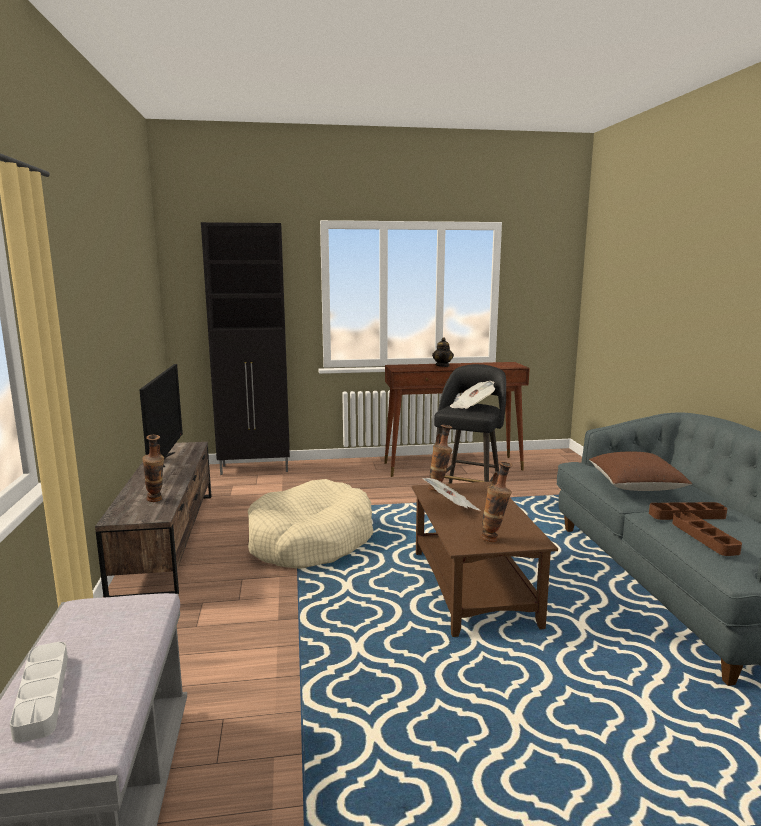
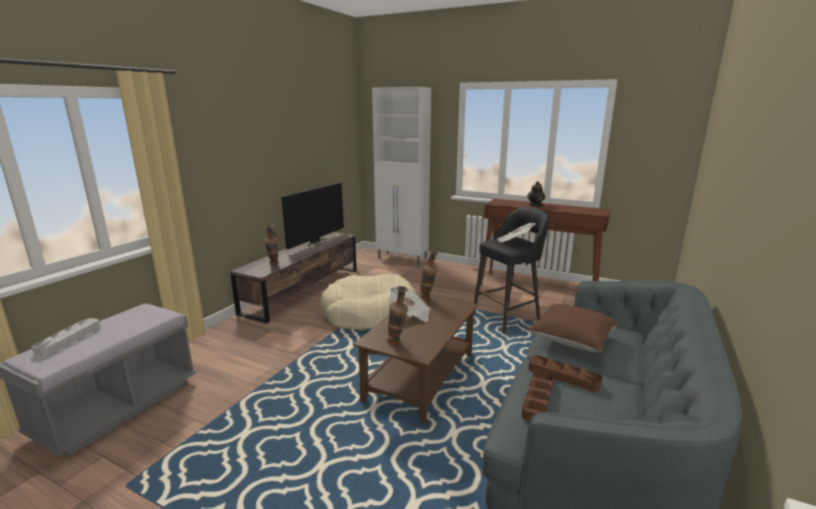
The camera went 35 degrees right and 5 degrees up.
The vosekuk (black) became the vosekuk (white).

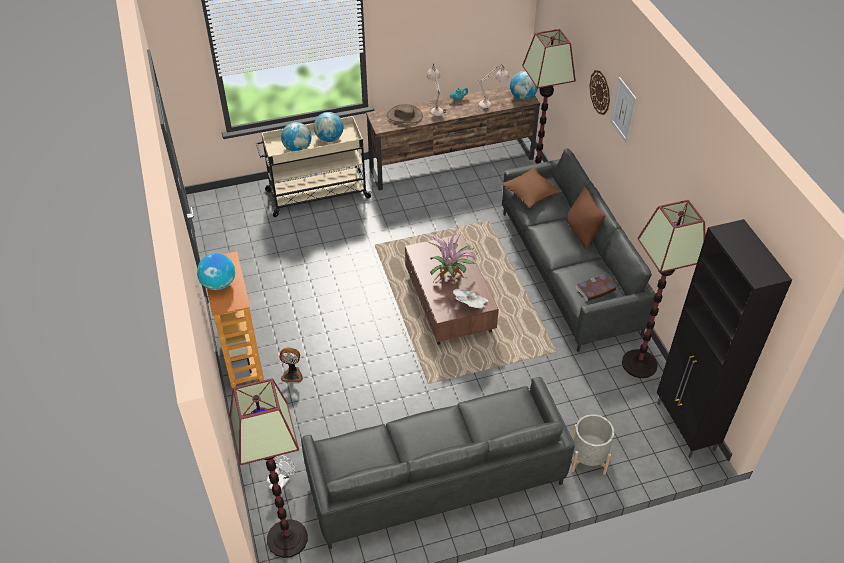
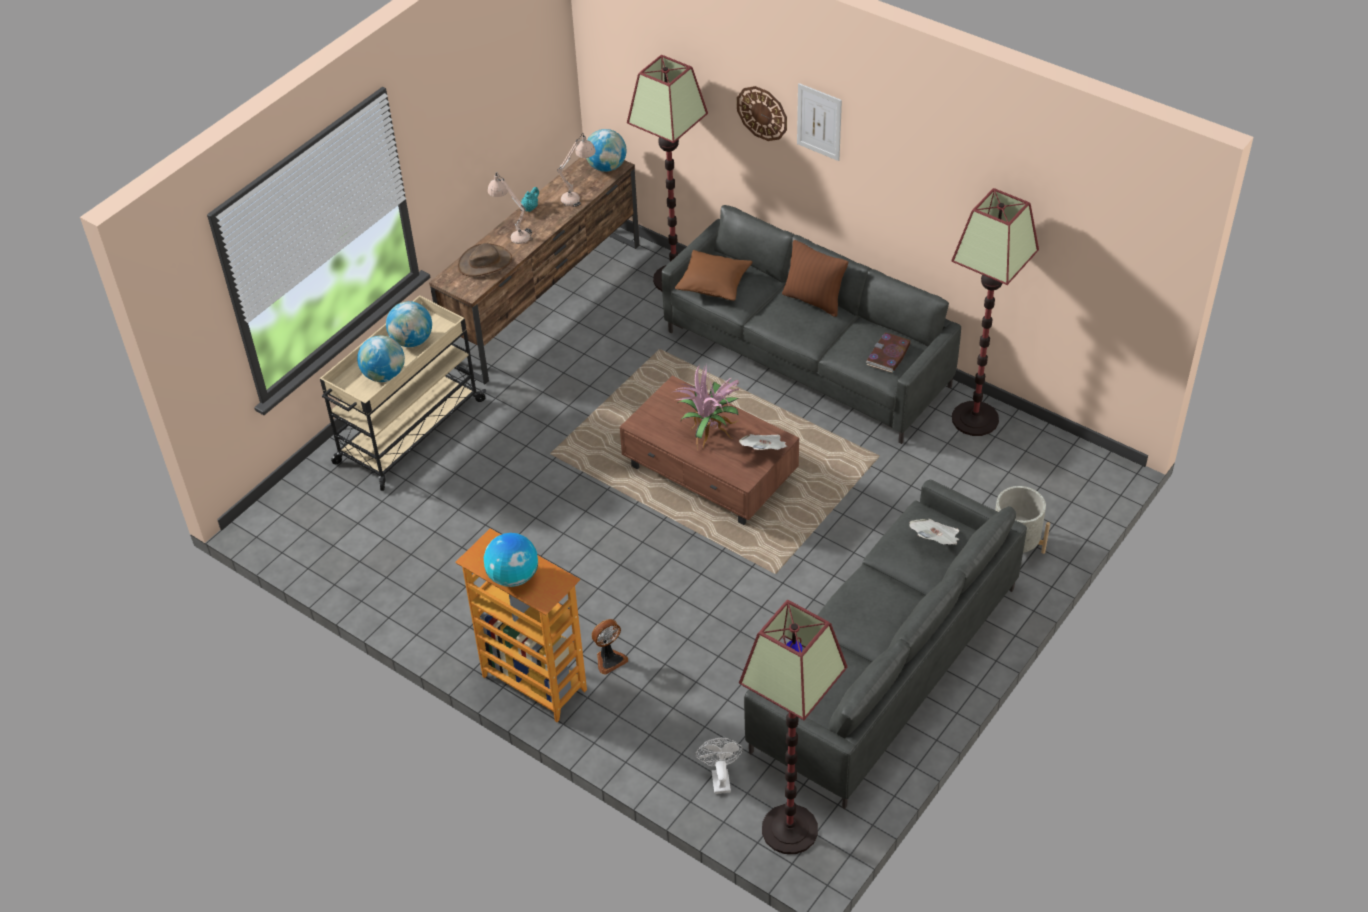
The camera went 35 degrees left and 0 degrees up.
The vosekuk (black) disappeared.
The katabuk (2nd from left) appeared.

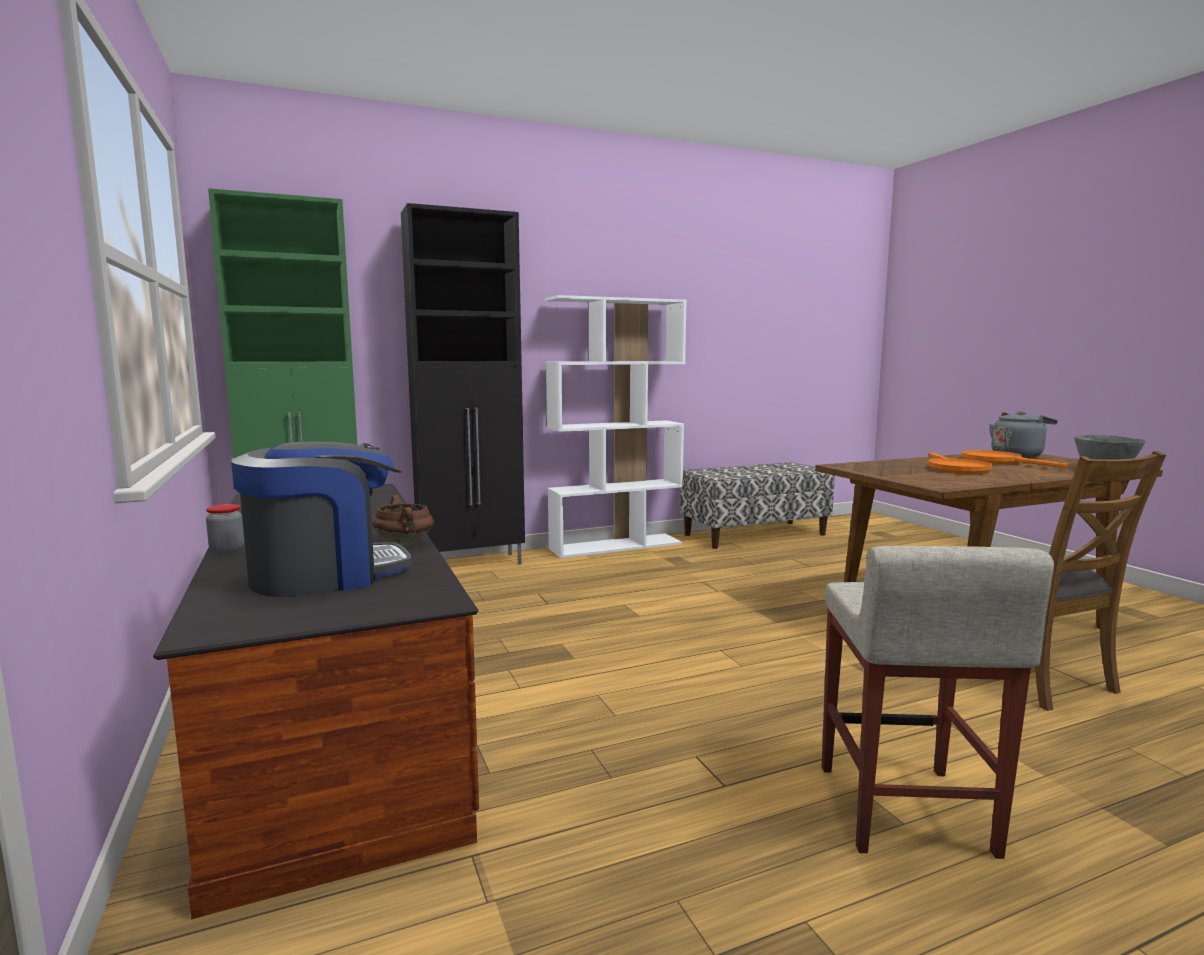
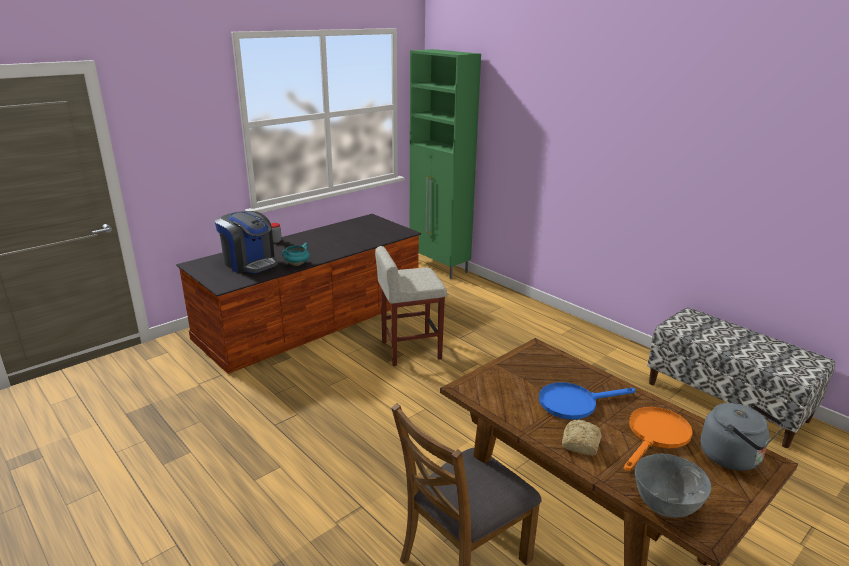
The camera went 70 degrees right and 15 degrees up.
The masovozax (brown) became the masovozax (turquoise).
The vosekuk (black) disappeared.
The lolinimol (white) disappeared.
The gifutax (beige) moved.
The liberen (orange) (1st from left) became the liberen (blue).
The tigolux appeared.

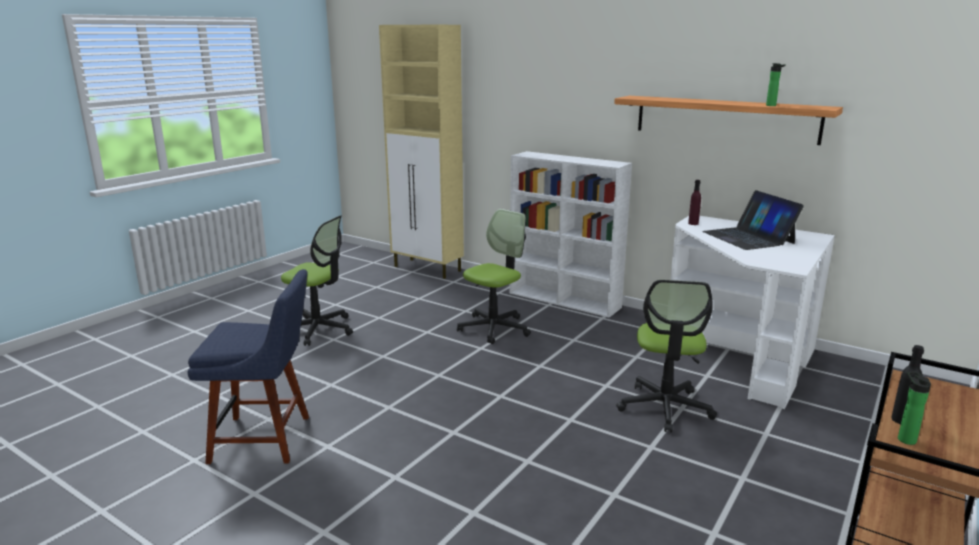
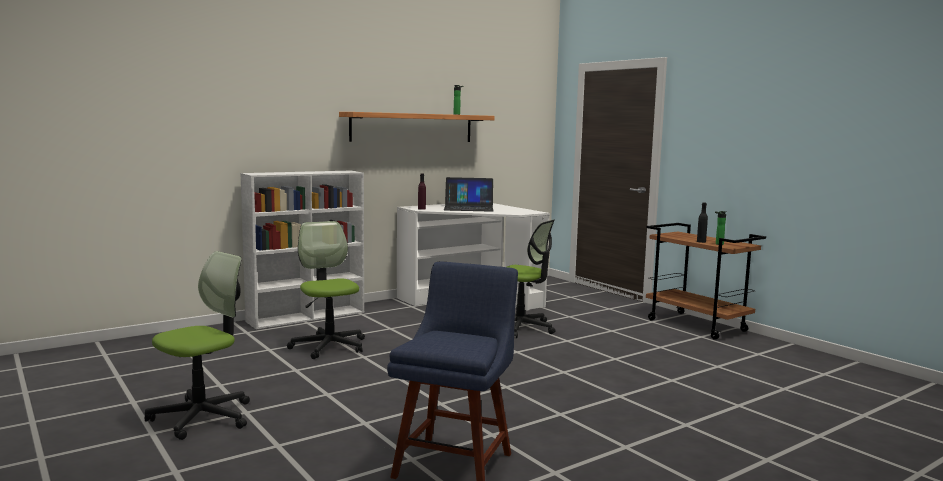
The camera went 70 degrees left and 10 degrees down.
The vosekuk (beige) disappeared.

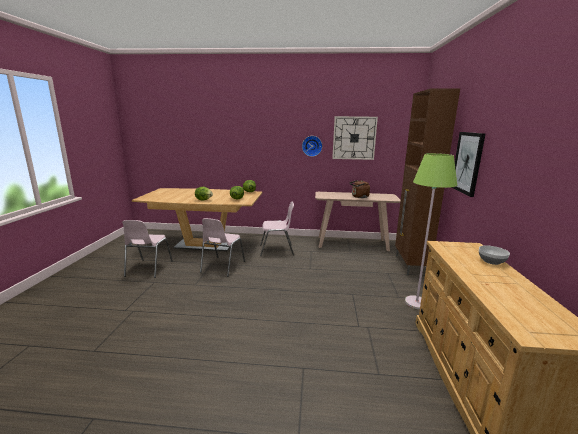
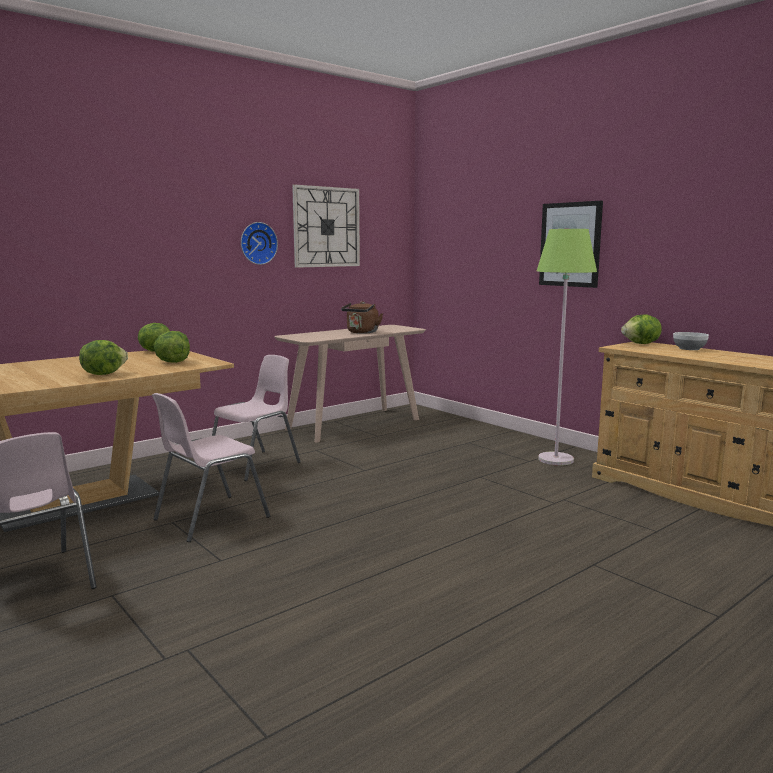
The camera went 45 degrees left and 5 degrees down.
The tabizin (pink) (2nd from left) turned 75 degrees clockwise.
The vosekuk (brown) disappeared.
The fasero (4th from left) appeared.

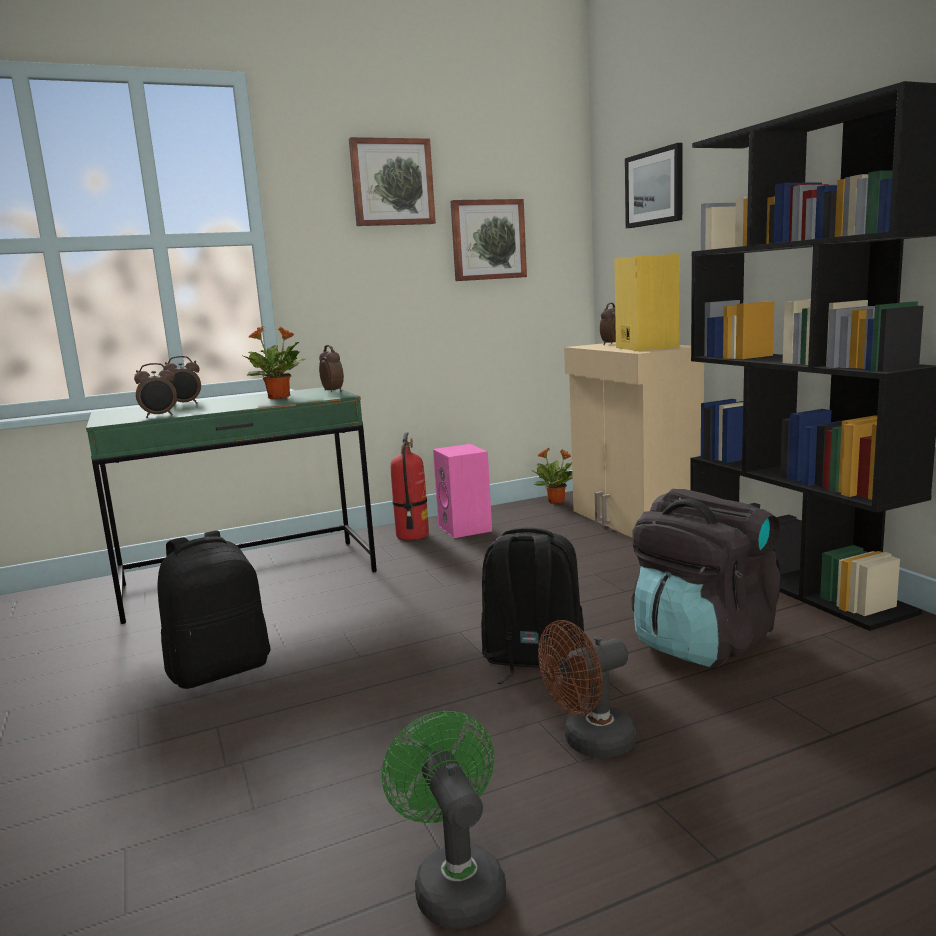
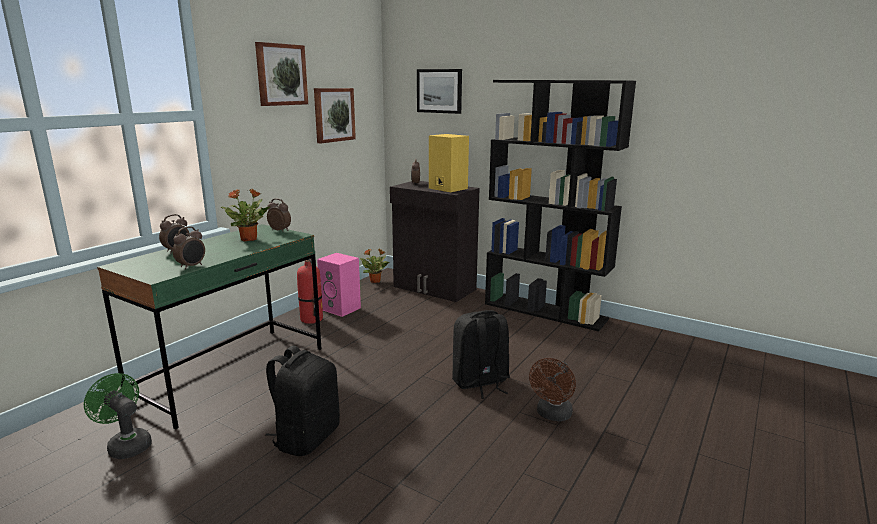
The camera went 35 degrees left and 5 degrees up.
The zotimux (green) moved.
The vosekuk (beige) became the vosekuk (black).
The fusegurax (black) (3rd from left) disappeared.

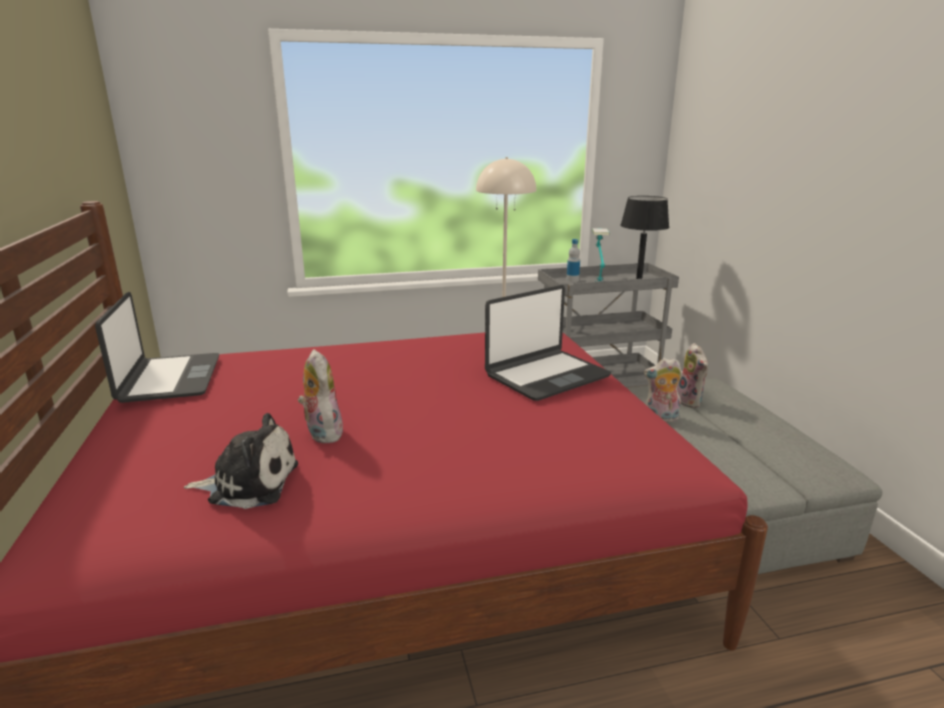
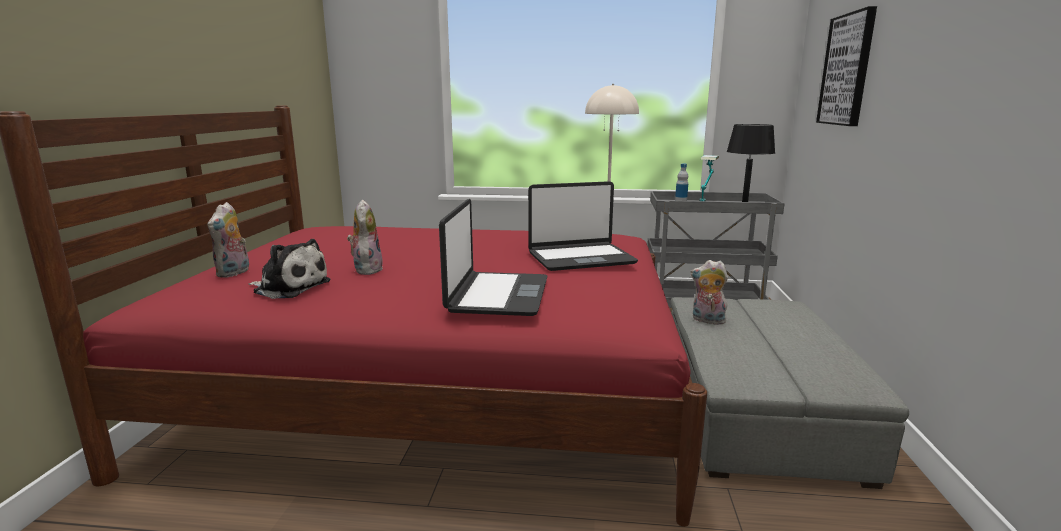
The camera went 20 degrees right and 5 degrees down.
The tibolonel (1st from left) moved.
The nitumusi (4th from left in the first image) moved.
The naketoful appeared.

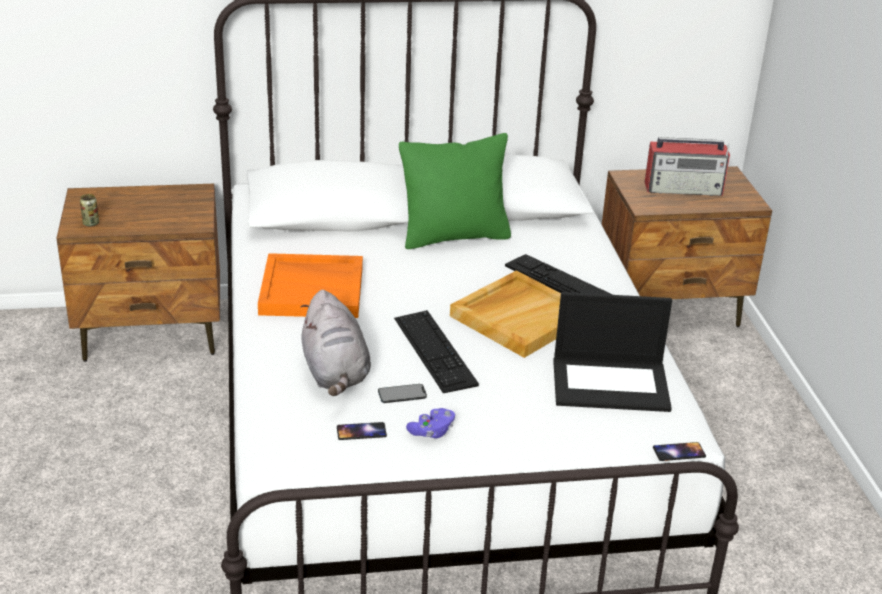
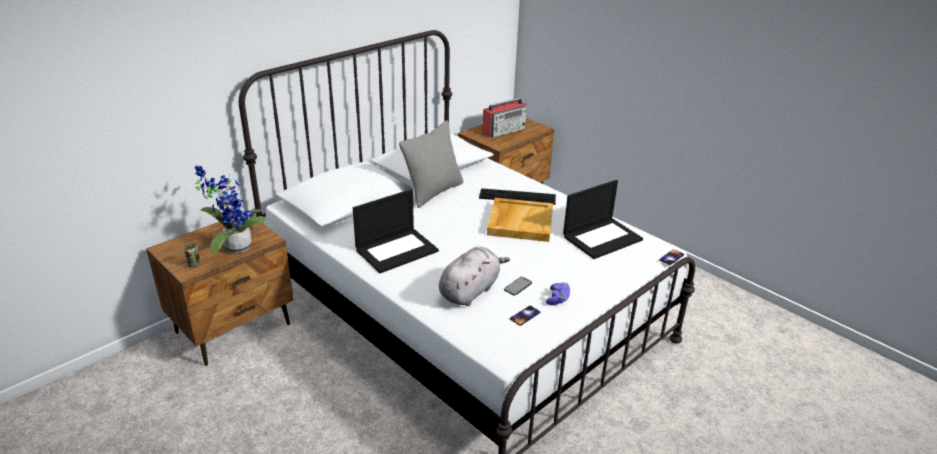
The camera went 35 degrees left and 0 degrees up.
The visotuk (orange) was replaced by the tibolonel (1st from left).
The nitumusi (grey) turned 90 degrees counterclockwise.
The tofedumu (1st from left) disappeared.
The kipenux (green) became the kipenux (grey).
The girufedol appeared.

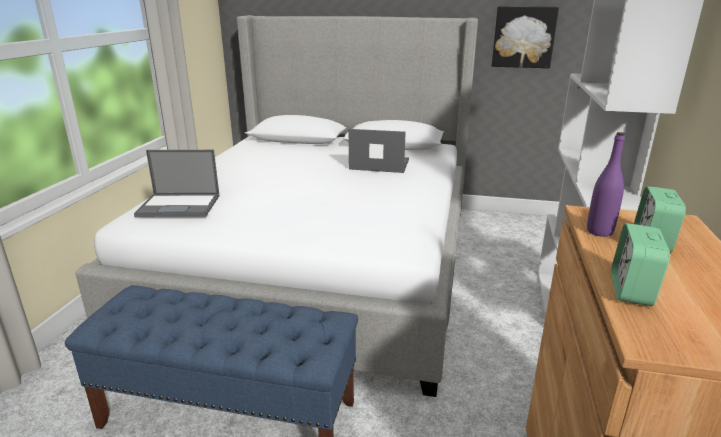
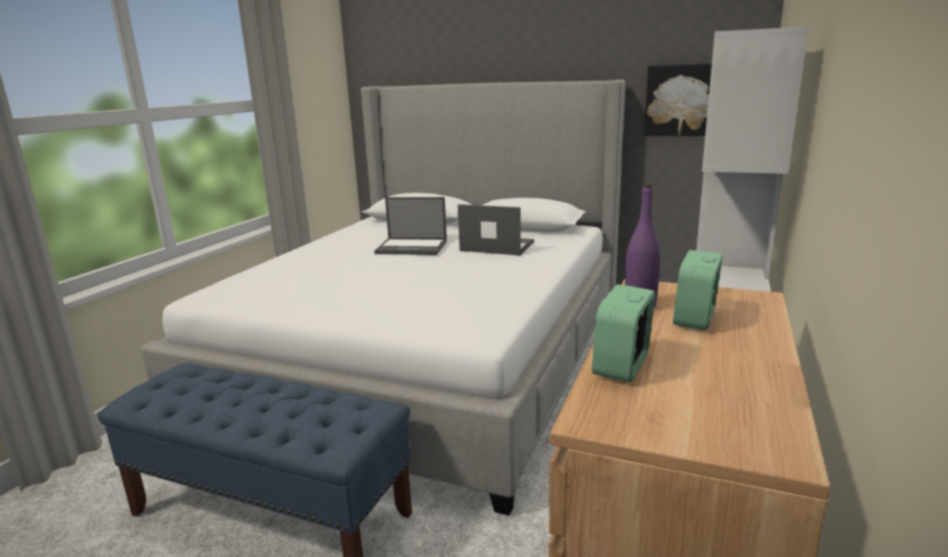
The camera went 10 degrees right and 5 degrees down.
The tibolonel (1st from left) moved.

